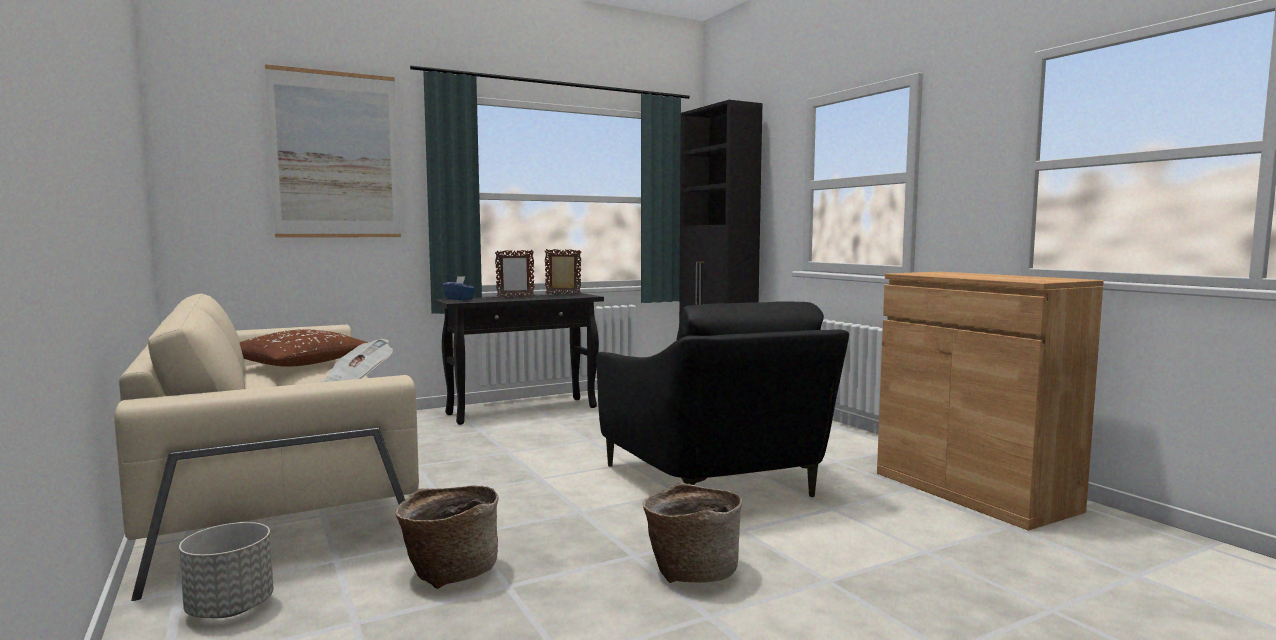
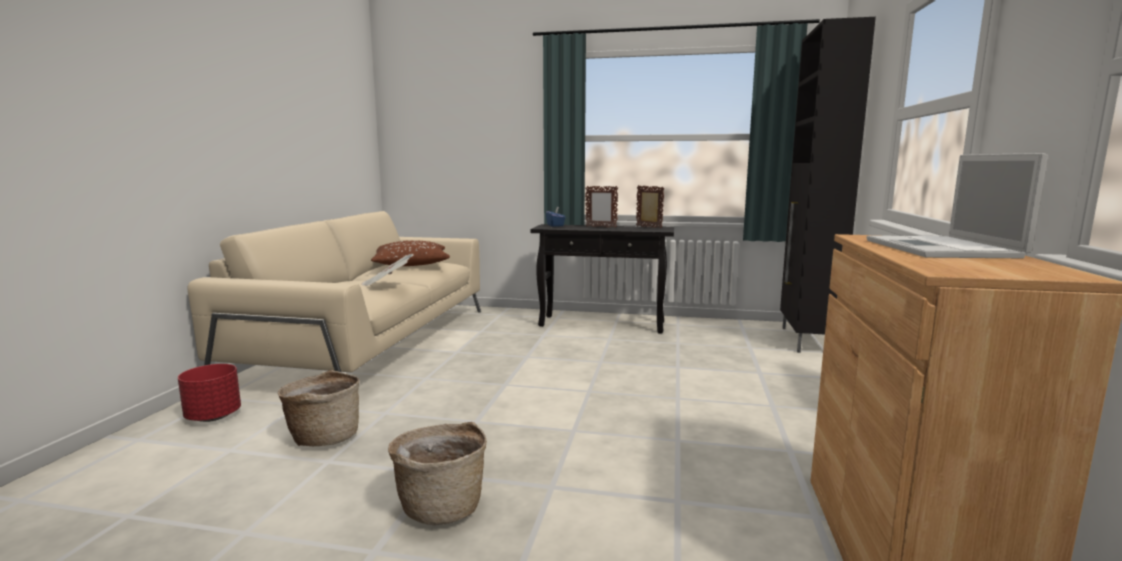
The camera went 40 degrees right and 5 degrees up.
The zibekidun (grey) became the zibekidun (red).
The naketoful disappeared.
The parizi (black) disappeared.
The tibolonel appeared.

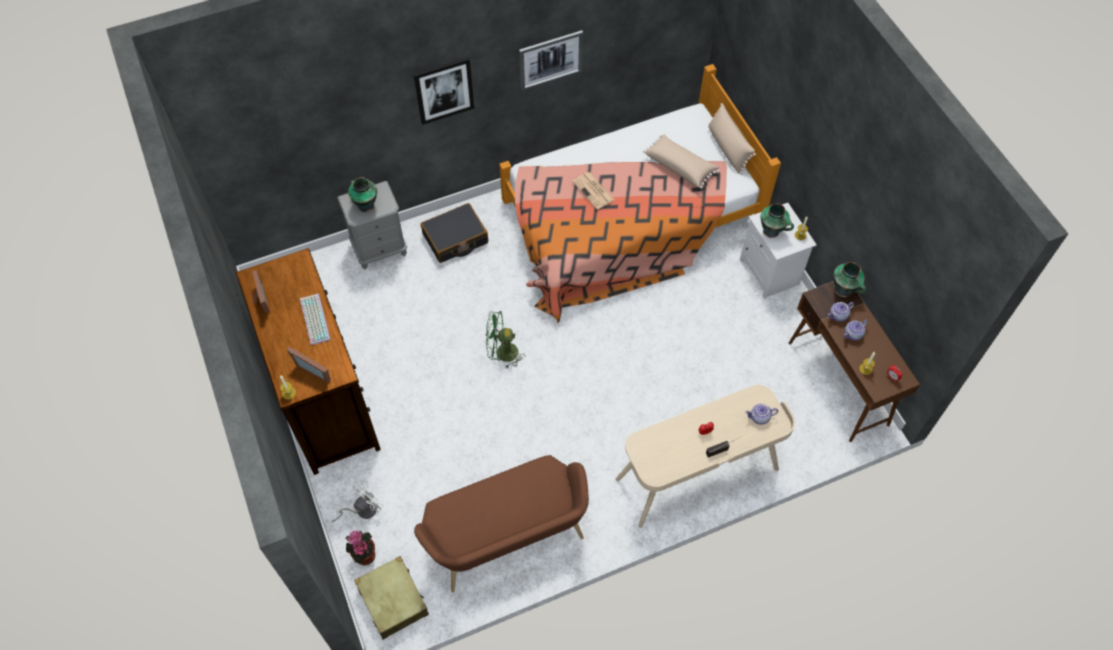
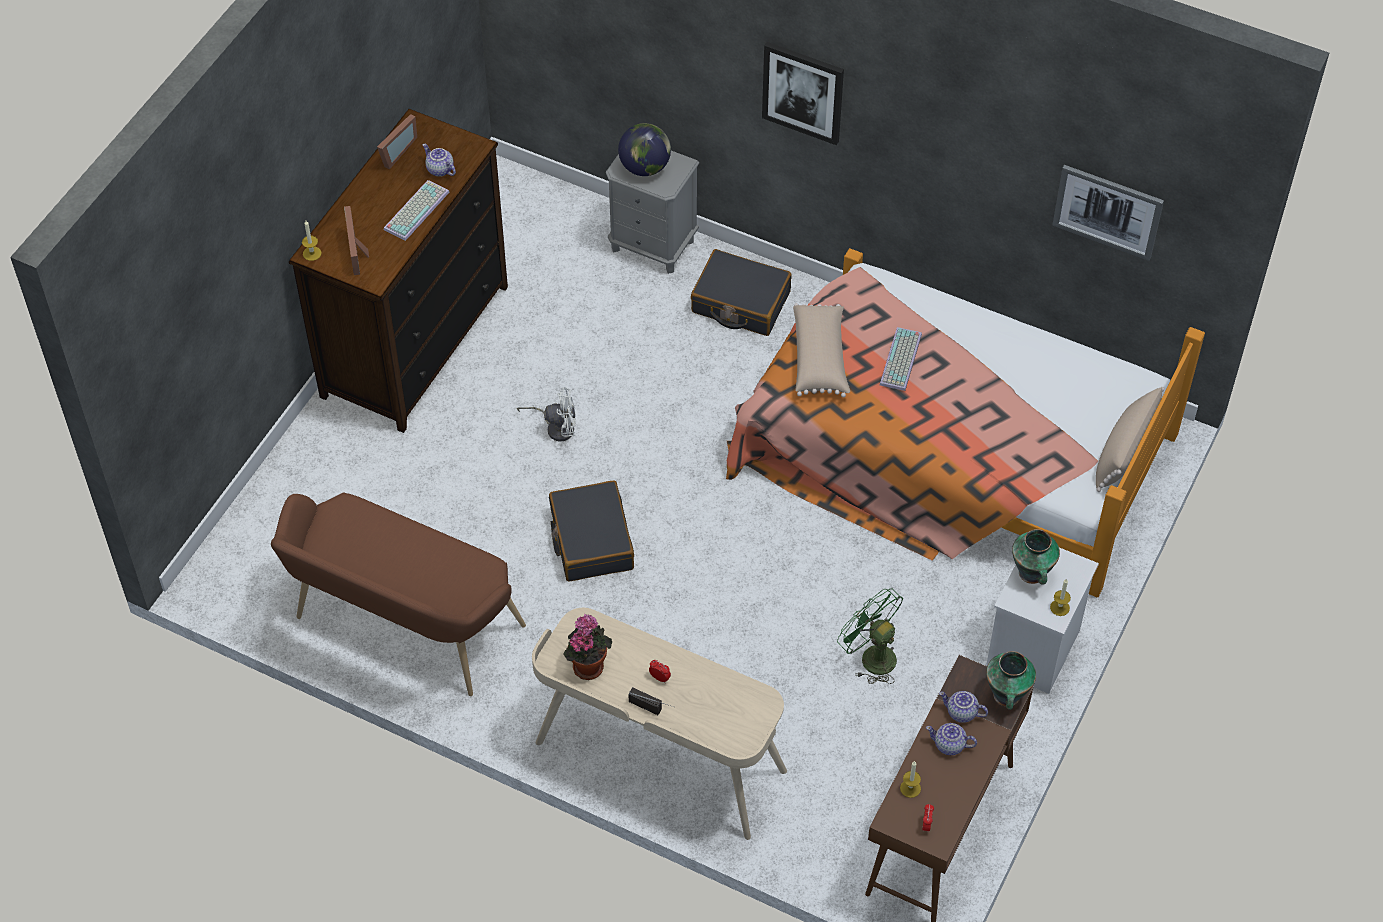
The camera went 50 degrees right and 5 degrees down.
The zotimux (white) moved.
The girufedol moved.
The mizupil (1st from left) was replaced by the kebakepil.
The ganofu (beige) disappeared.
The zotimux (green) moved.
The naketoful (2nd from left) moved.
The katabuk was replaced by the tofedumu (2nd from left).
The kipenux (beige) (1st from left) moved.
The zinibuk (1st from left) moved.
The ganofu (black) (1st from left) appeared.

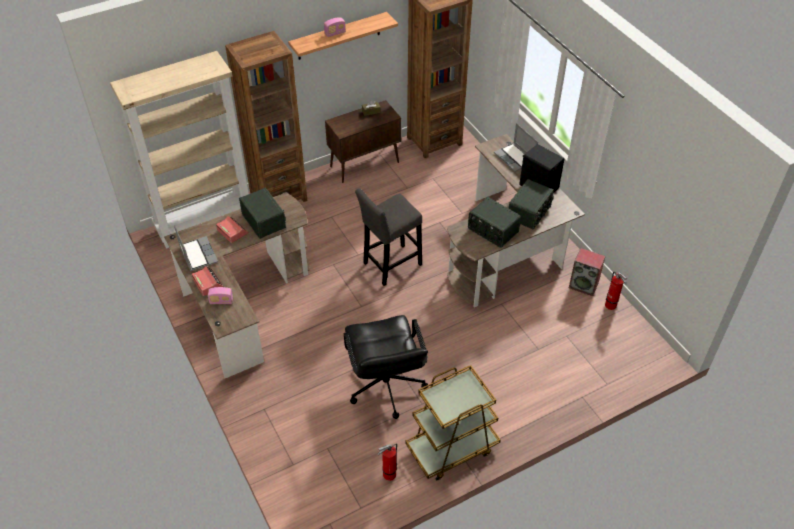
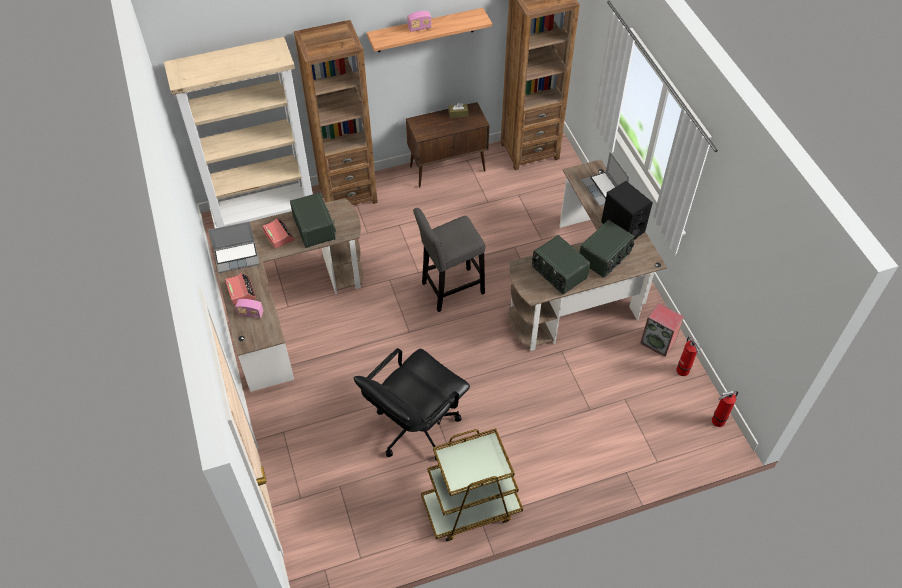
The camera went 10 degrees right and 5 degrees up.
The tibolonel (1st from left) turned 90 degrees clockwise.
The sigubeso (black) turned 45 degrees clockwise.
The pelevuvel (1st from left in the first image) moved.

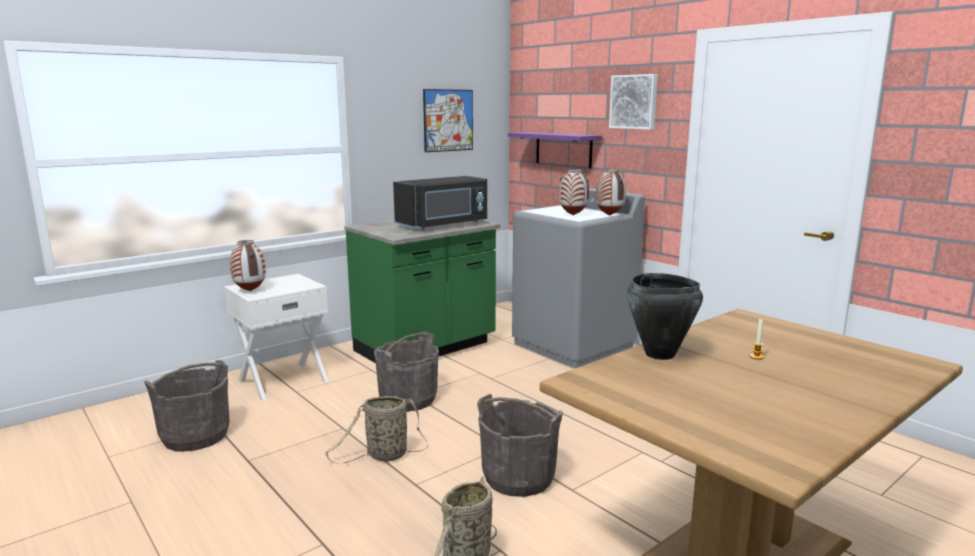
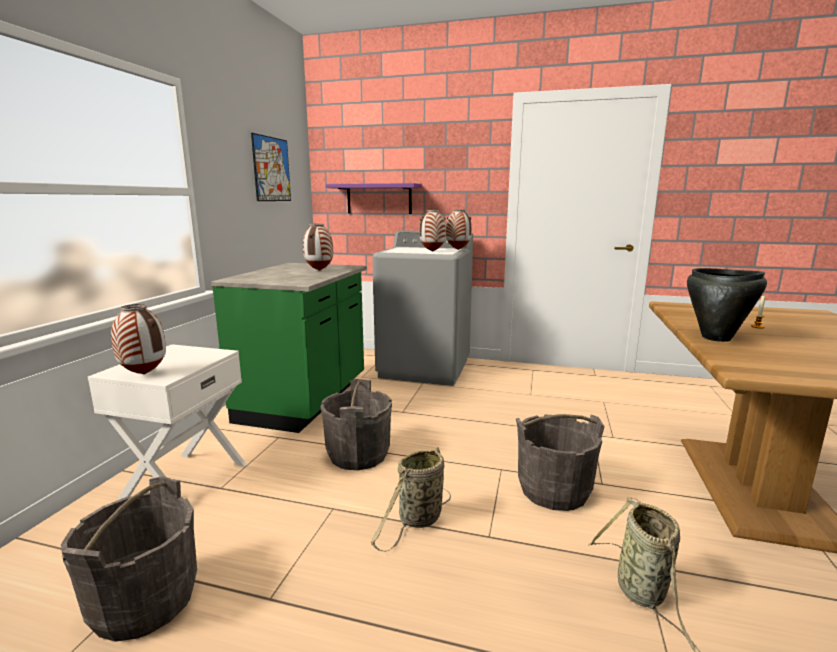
The camera went 35 degrees left and 0 degrees up.
The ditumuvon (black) was replaced by the mizupil (2nd from left).
The naketoful (2nd from left) disappeared.

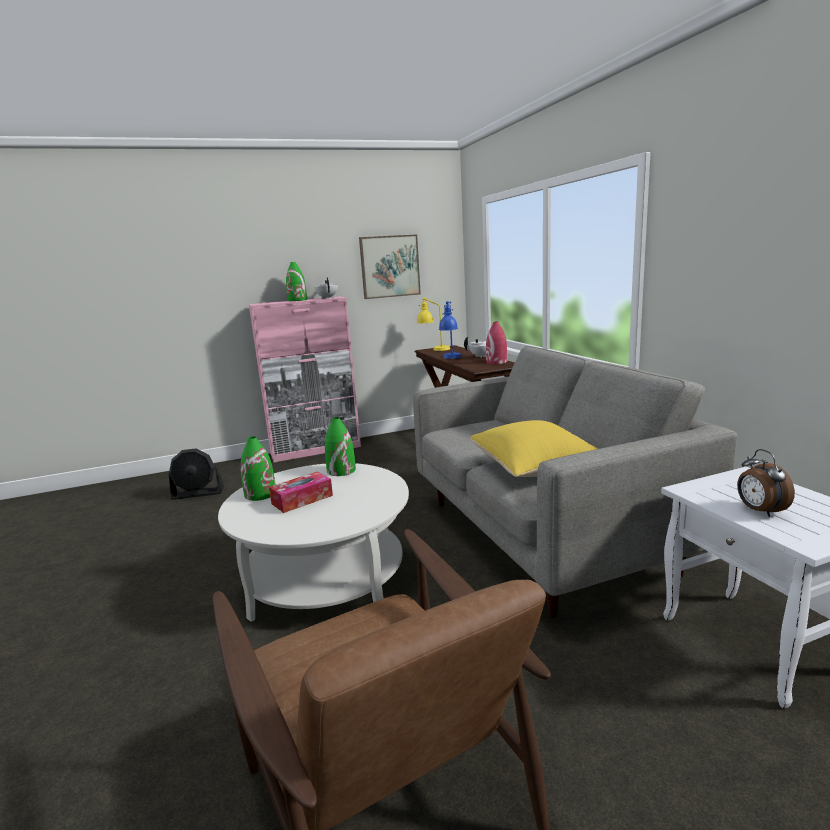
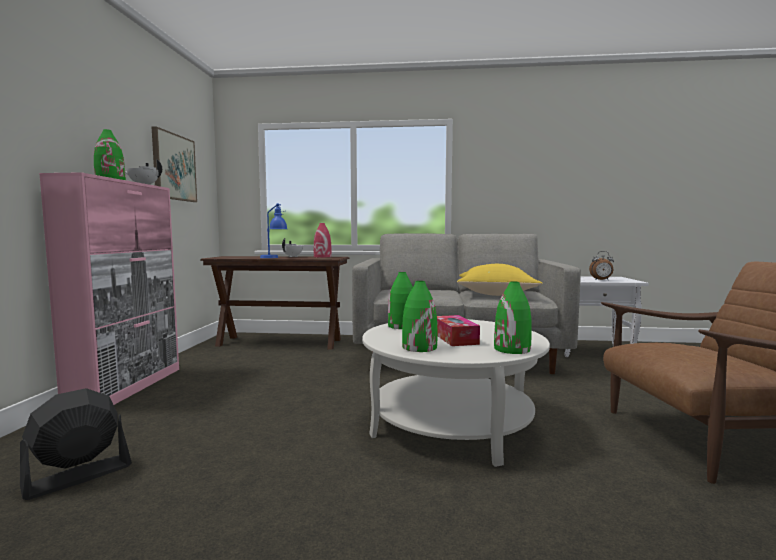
The camera went 65 degrees left and 10 degrees down.
The zotimux (black) turned 150 degrees counterclockwise.
The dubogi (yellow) disappeared.
The mizupil (green) (4th from left) appeared.

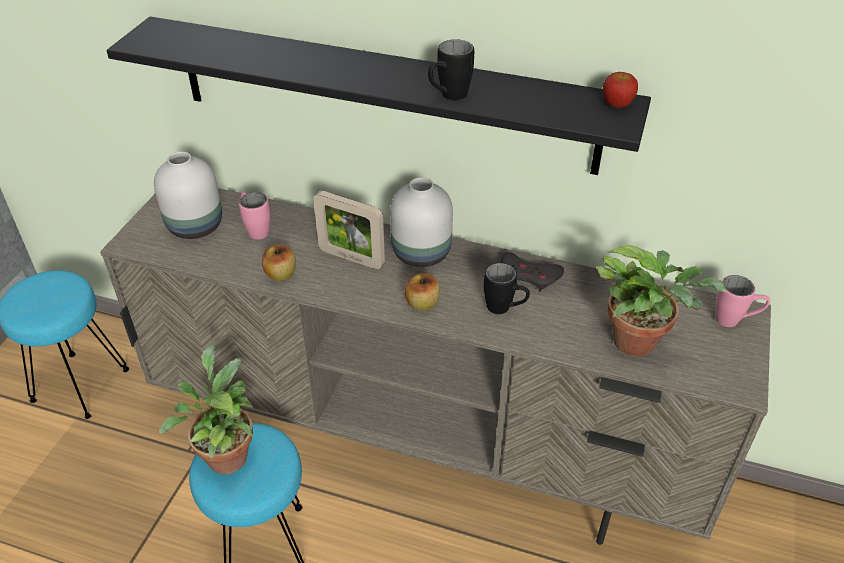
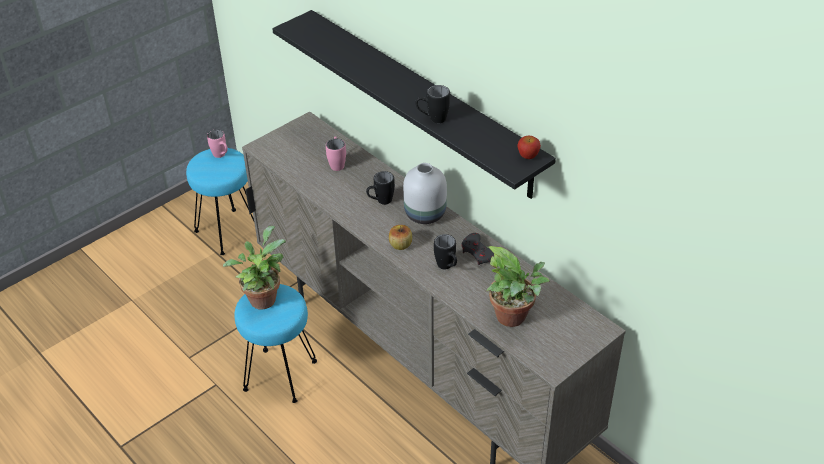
The camera went 30 degrees right and 0 degrees up.
The mizupil (white) (1st from left) disappeared.
The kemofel (1st from left) disappeared.
The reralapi was replaced by the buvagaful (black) (1st from left).
The buvagaful (pink) (2nd from left in the first image) moved.

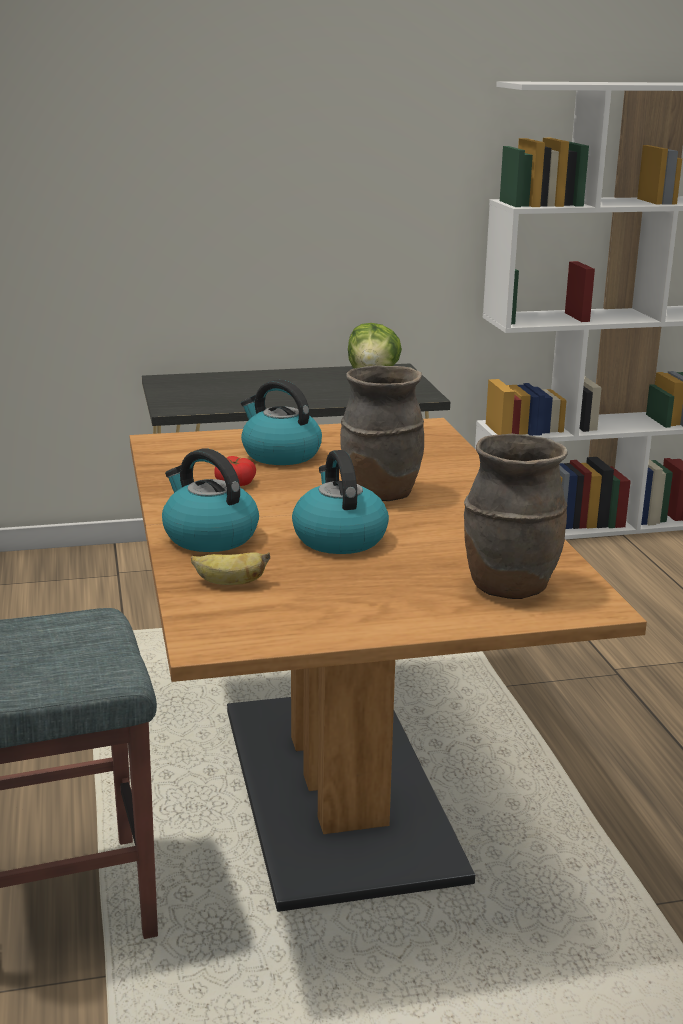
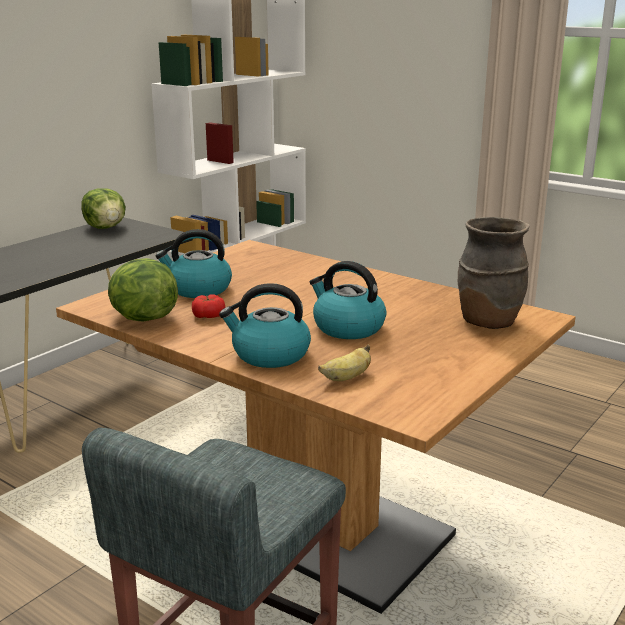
The camera went 40 degrees left and 0 degrees up.
The mizupil (brown) (1st from left) disappeared.
The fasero (2nd from left) appeared.

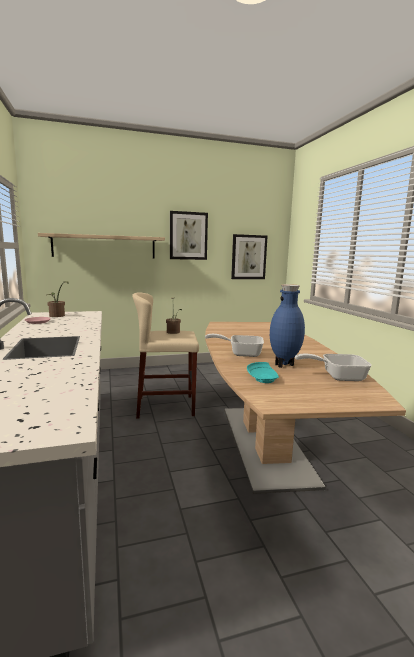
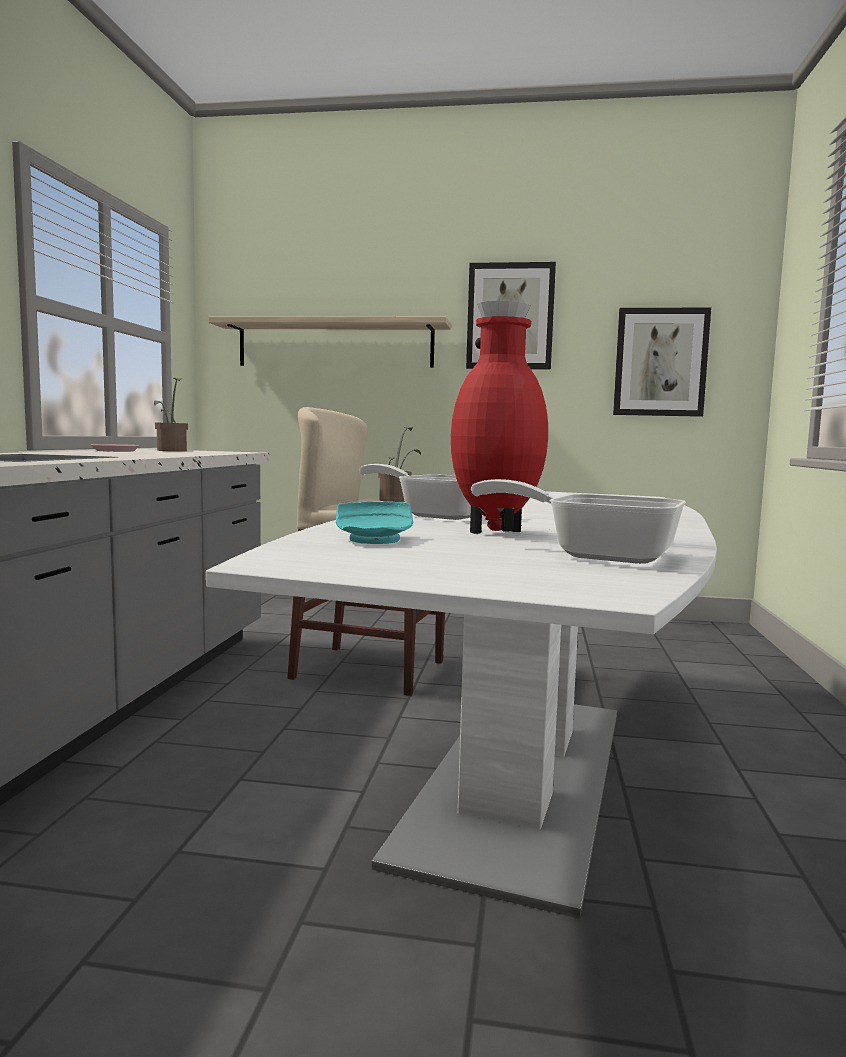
The camera went 25 degrees right and 5 degrees down.
The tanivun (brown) became the tanivun (white).
The mizupil (blue) became the mizupil (red).

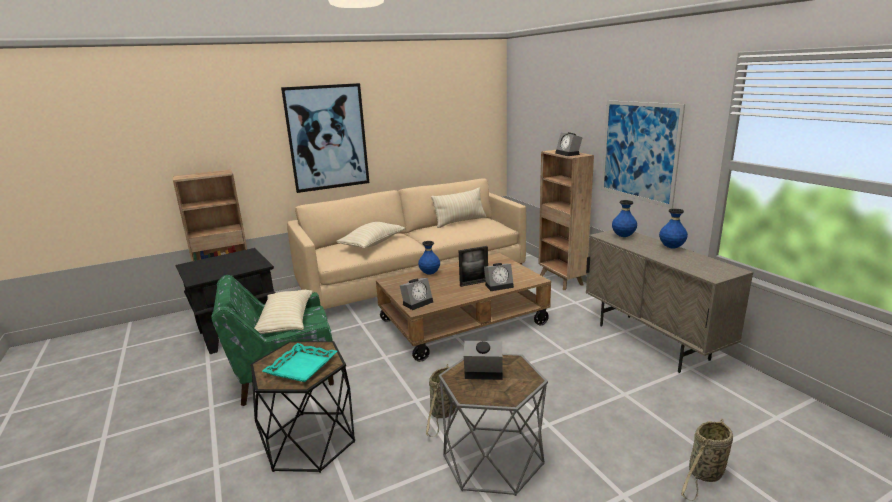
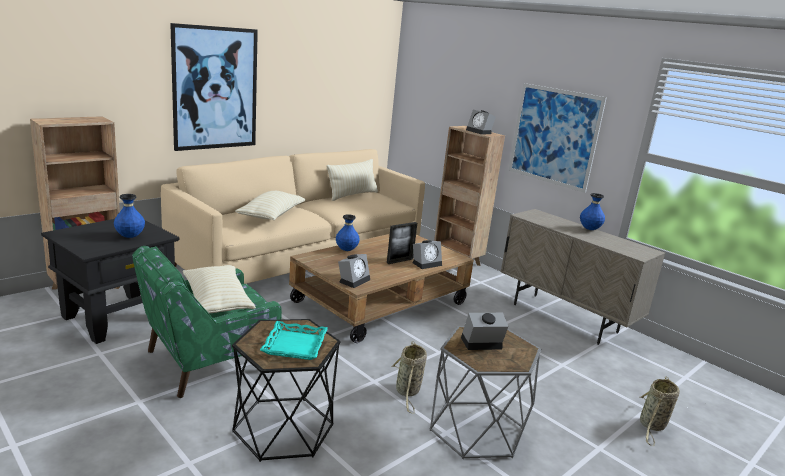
The camera went 20 degrees left and 0 degrees up.
The mizupil (blue) (2nd from left in the first image) moved.

